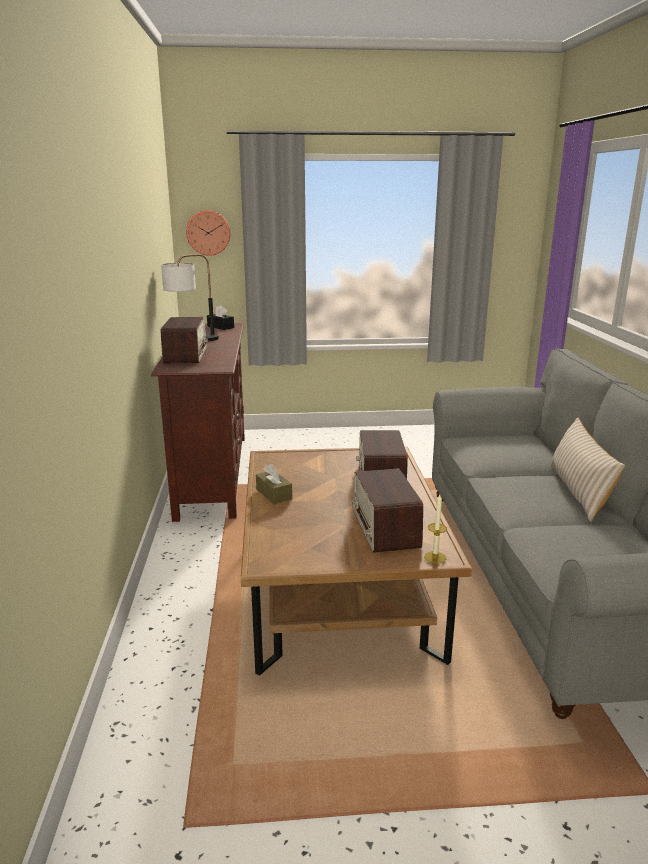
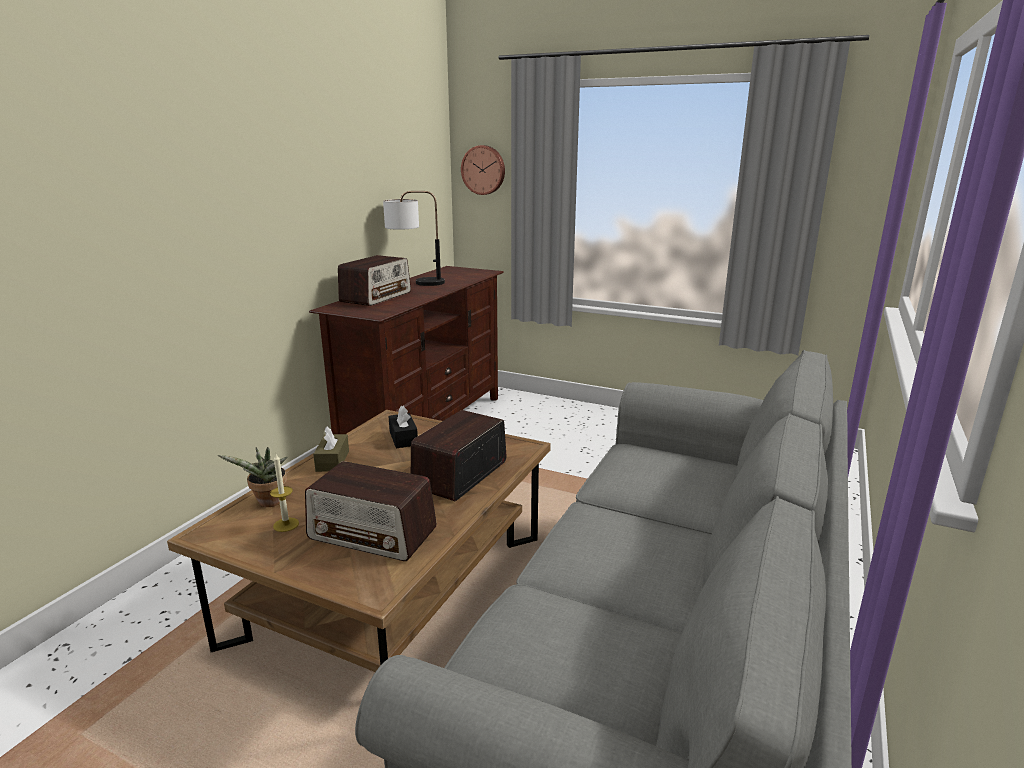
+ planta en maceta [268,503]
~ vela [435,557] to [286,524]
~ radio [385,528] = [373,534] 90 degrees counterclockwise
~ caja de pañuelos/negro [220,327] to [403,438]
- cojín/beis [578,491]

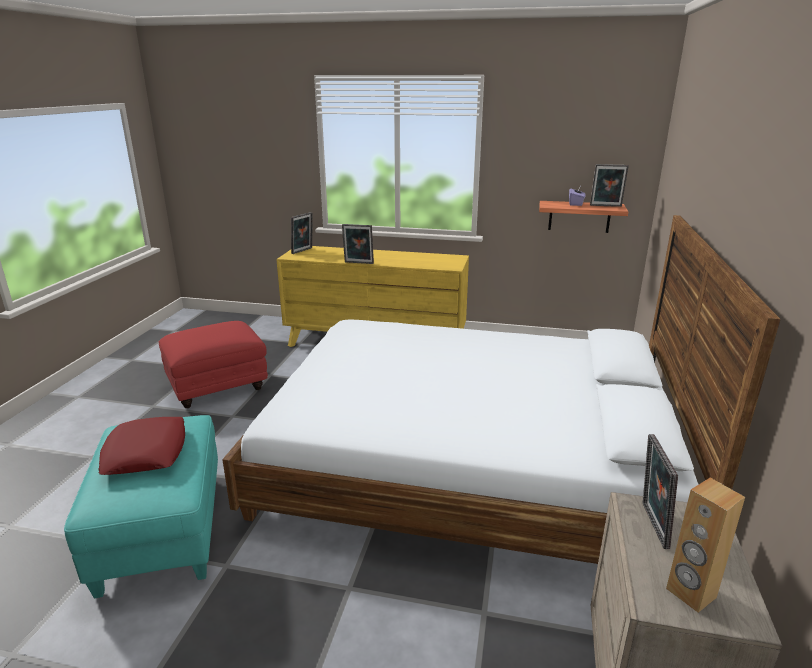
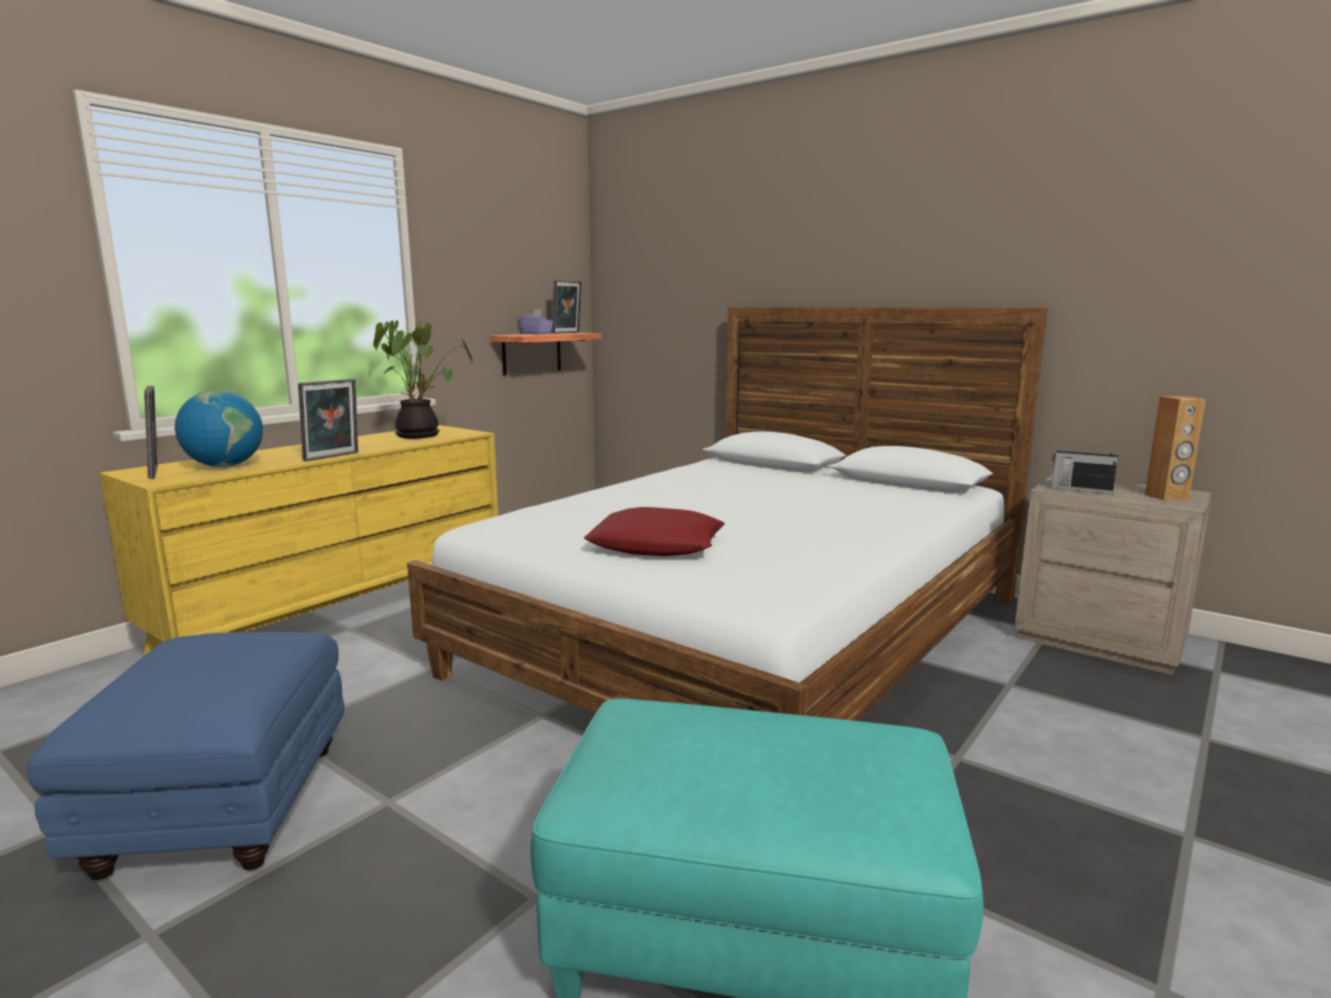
~ puf/rojo [218,387] to puf/azul [225,807]
+ globo terráqueo [224,466]
+ planta en maceta [422,435]
~ cojín/rojo [146,452] to [656,545]
~ portarretratos [651,525] to radio [1080,489]

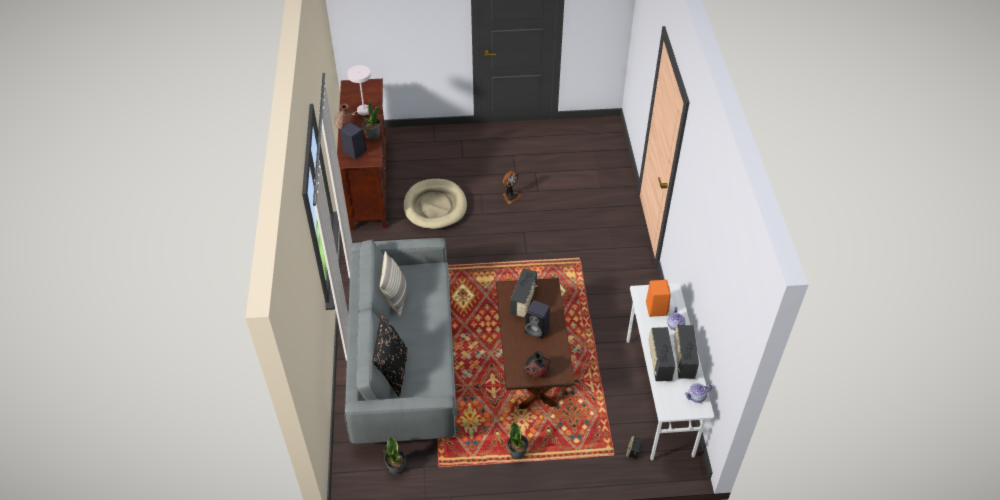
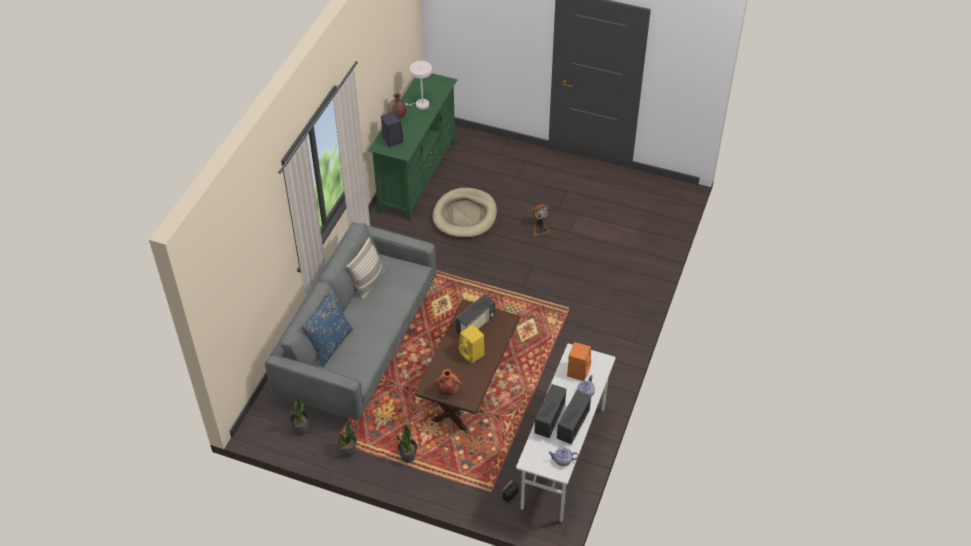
~ cojín/negro [392,370] to cojín/azul [330,344]
~ planta en maceta [373,135] to [348,451]
~ mueble de televisión/marrón [368,185] to mueble de televisión/verde [417,176]
~ florero/negro [536,372] to florero/naranja [448,390]
~ altavoz/negro [538,329] to altavoz/amarillo [472,354]

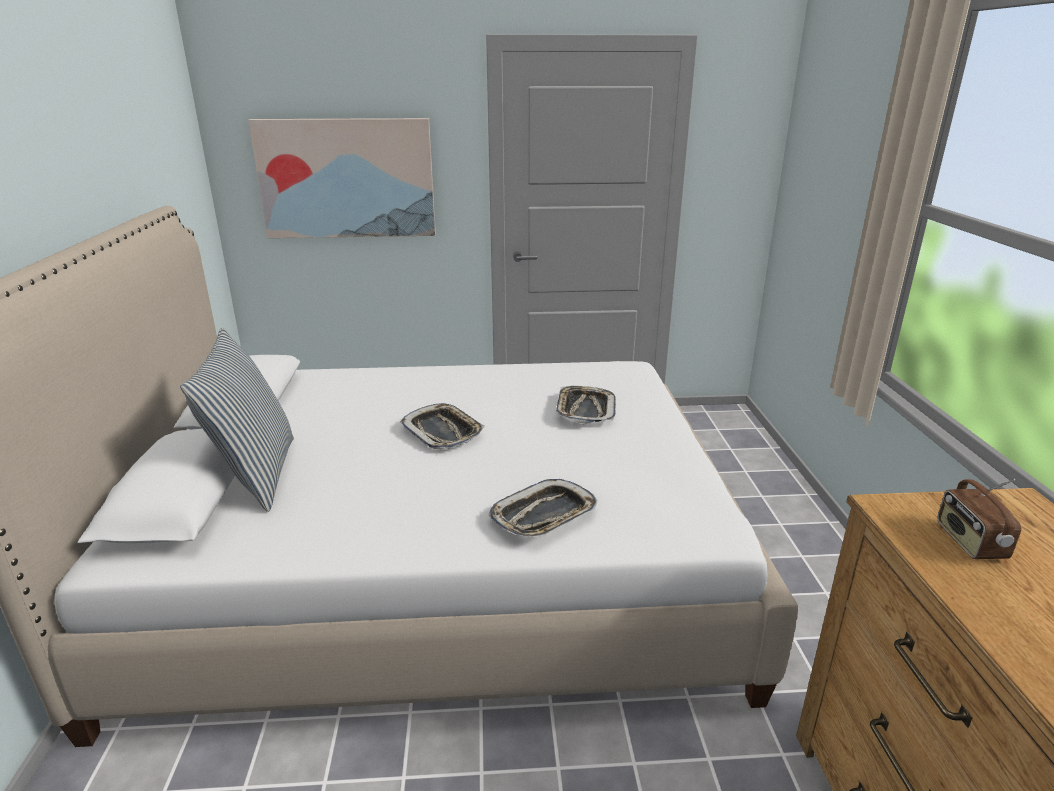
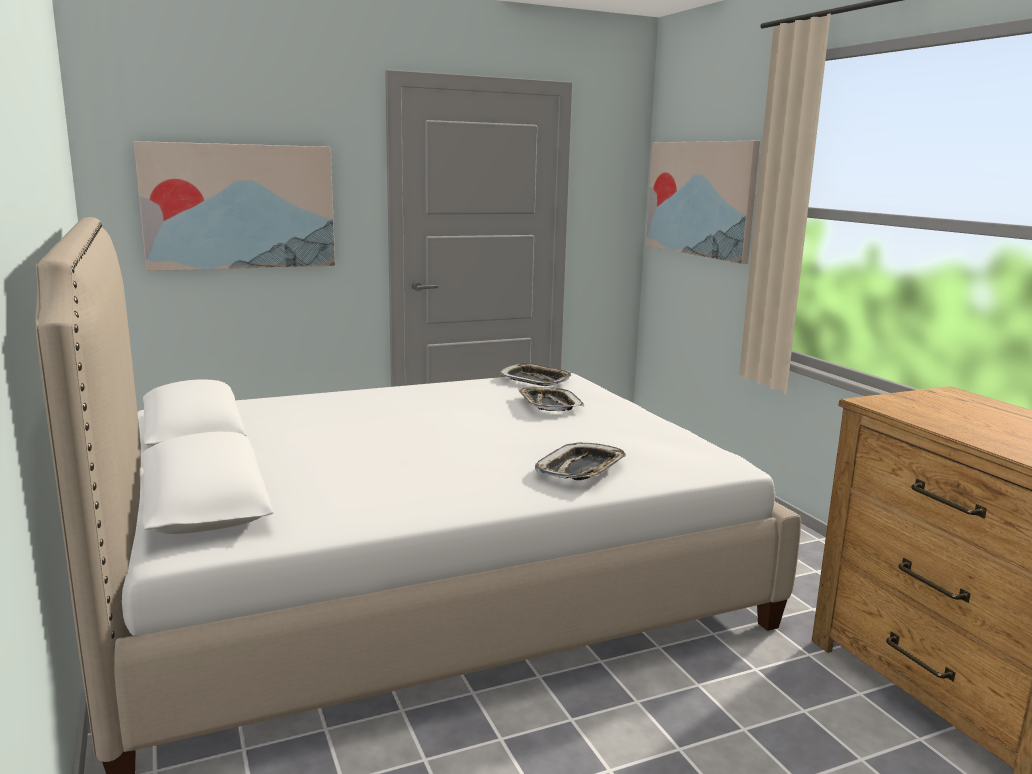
~ bandeja [443,432] to [535,380]
+ cuadro [700,198]
- cojín [256,474]
- radio [969,542]

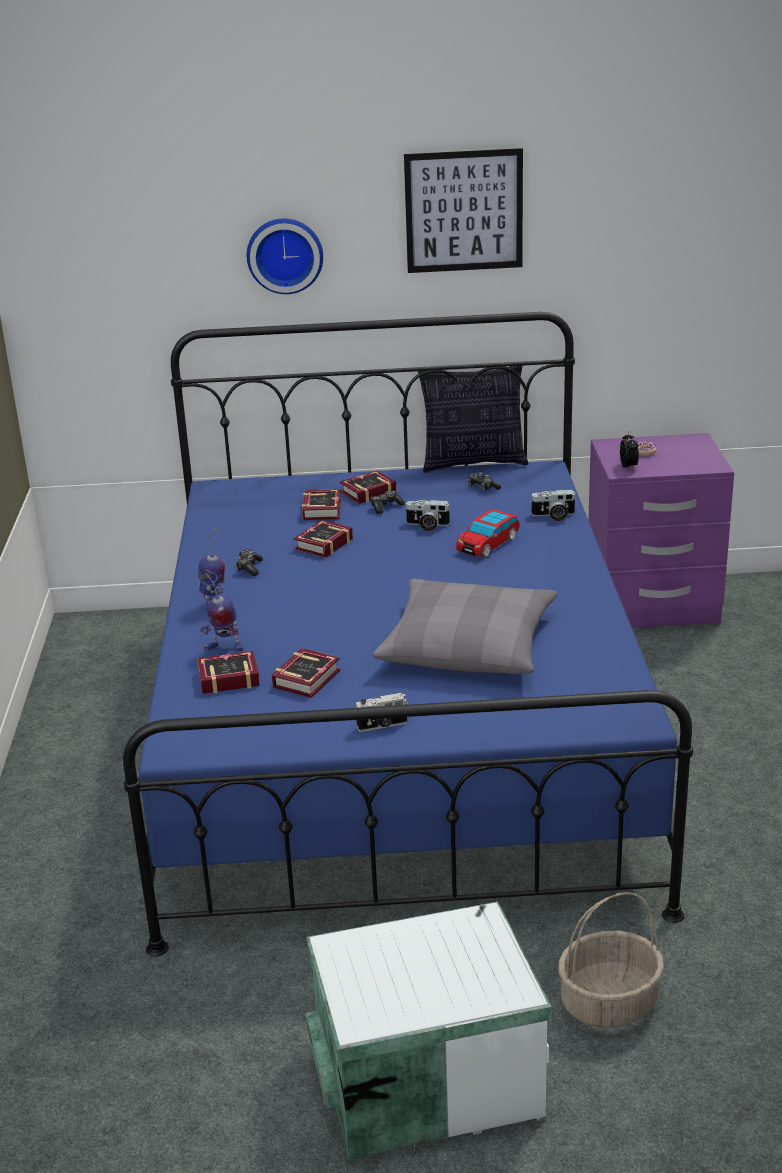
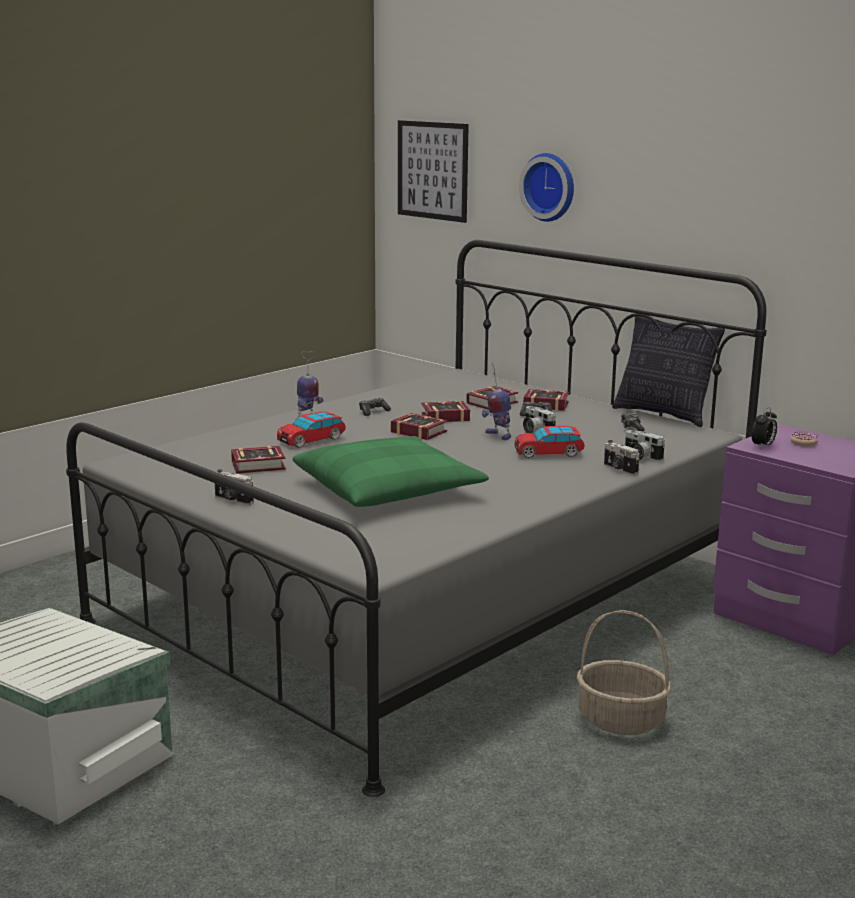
~ cama/azul [397,737] to cama/gris [425,599]
+ coche de juguete [311,440]
~ cojín/gris [468,644] to cojín/verde [388,490]
~ libro [226,678] to [417,431]
~ cuadro [464,211] to [432,170]
~ robot de juguete [224,648] to [497,435]
~ cesta [608,1004] to [619,720]
+ cámara [619,470]

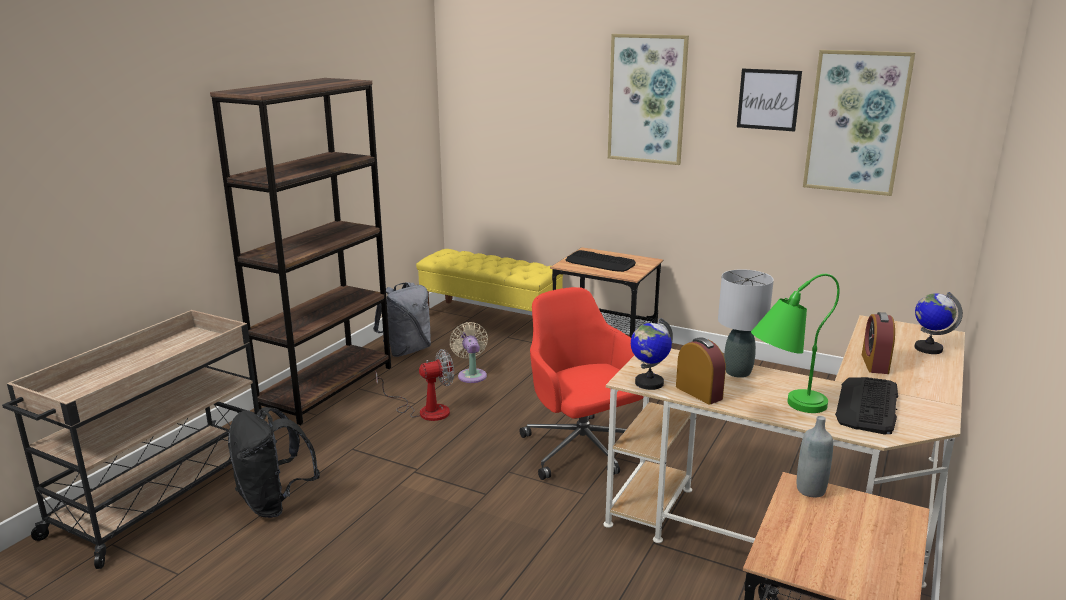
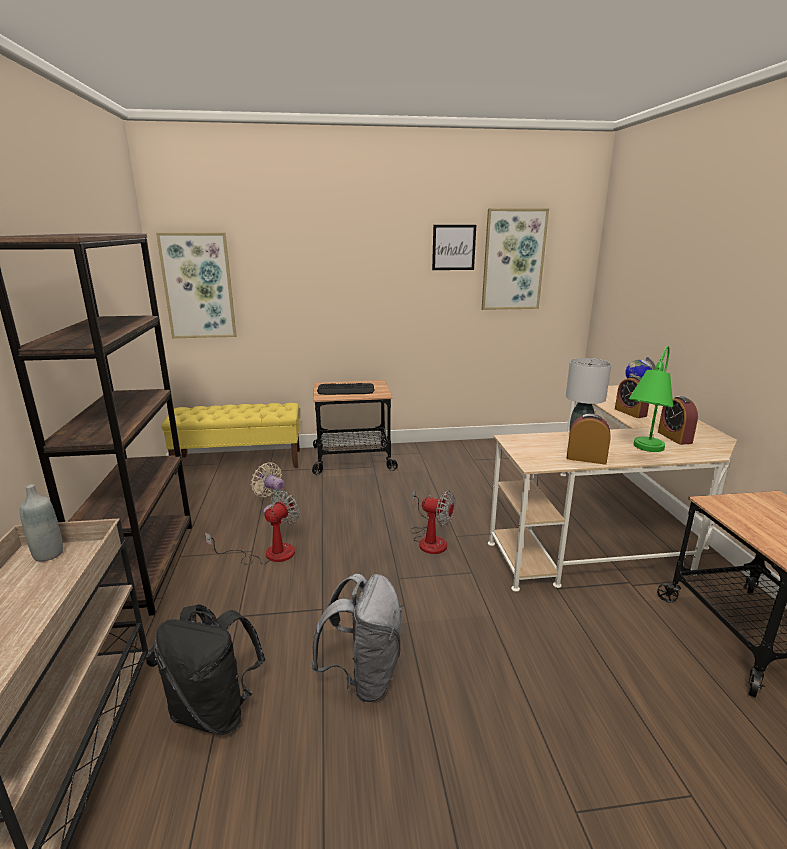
~ botella/gris [810,490] to [48,554]
~ cuadro [647,99] to [198,286]
~ mochila/gris [406,350] to [363,677]
~ silla de oficina/rojo [582,450] to ventilador [430,539]
~ teclado [867,405] to despertador [674,437]
- globo terráqueo [648,383]

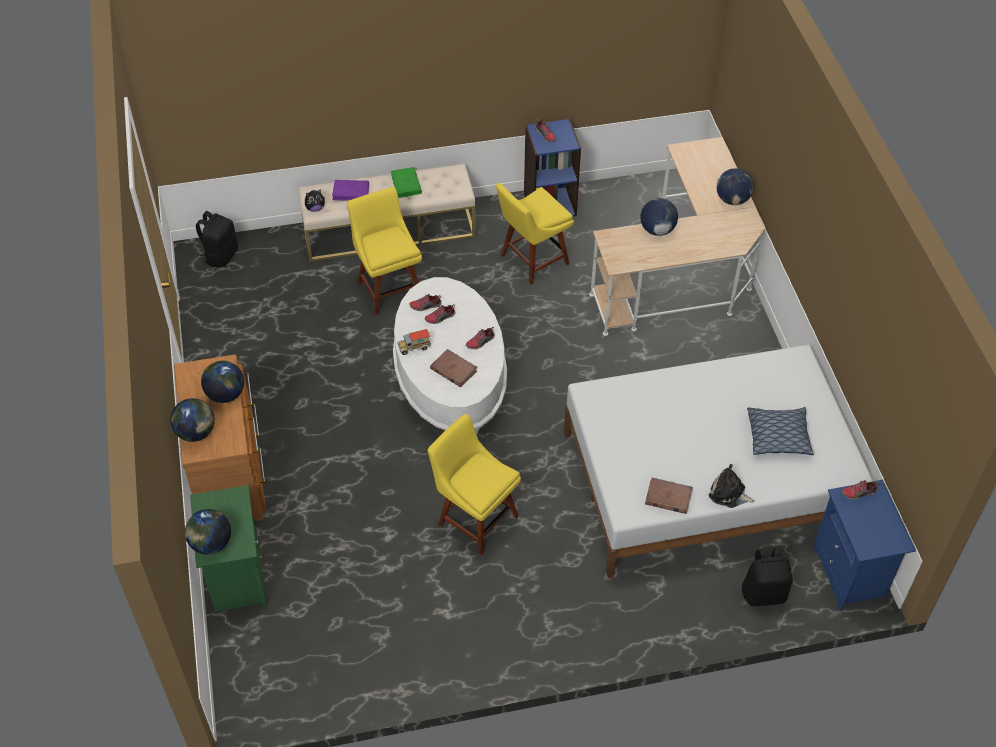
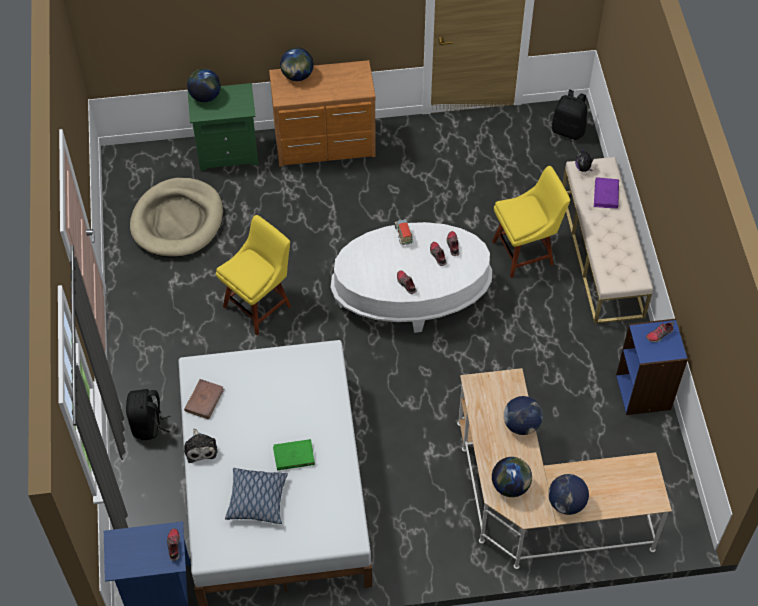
~ mochila/negro [763,593] to [148,425]
+ cama para perro/beis [177,221]
~ peluche [729,493] = [200,448] 135 degrees clockwise
~ libro/verde [406,184] to [293,456]
~ globo terráqueo [225,394] to [510,486]
- libro/marrón [453,370]
- silla/amarillo [532,261]

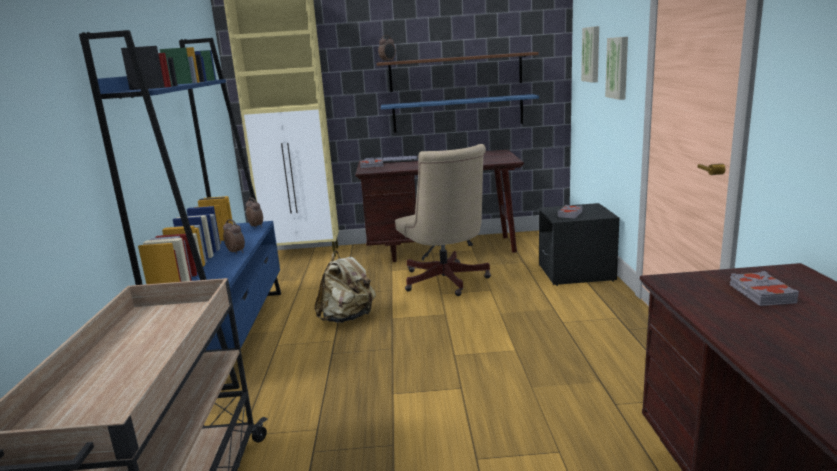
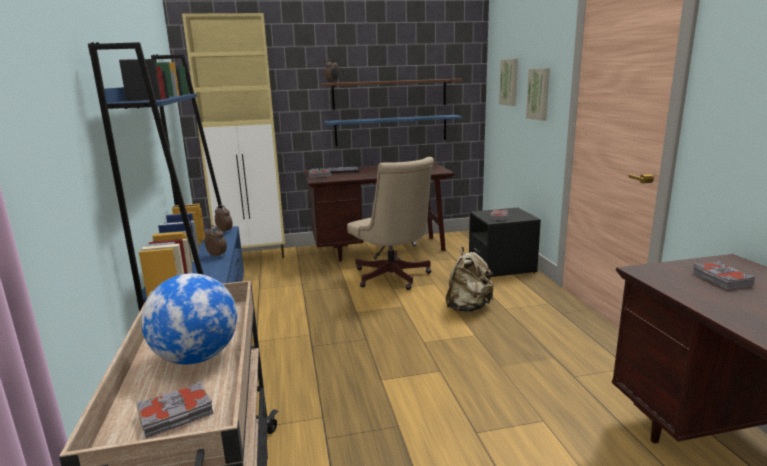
+ libro/gris [176,415]
+ globo terráqueo [197,357]
~ mochila/beis [347,318] to [468,307]

